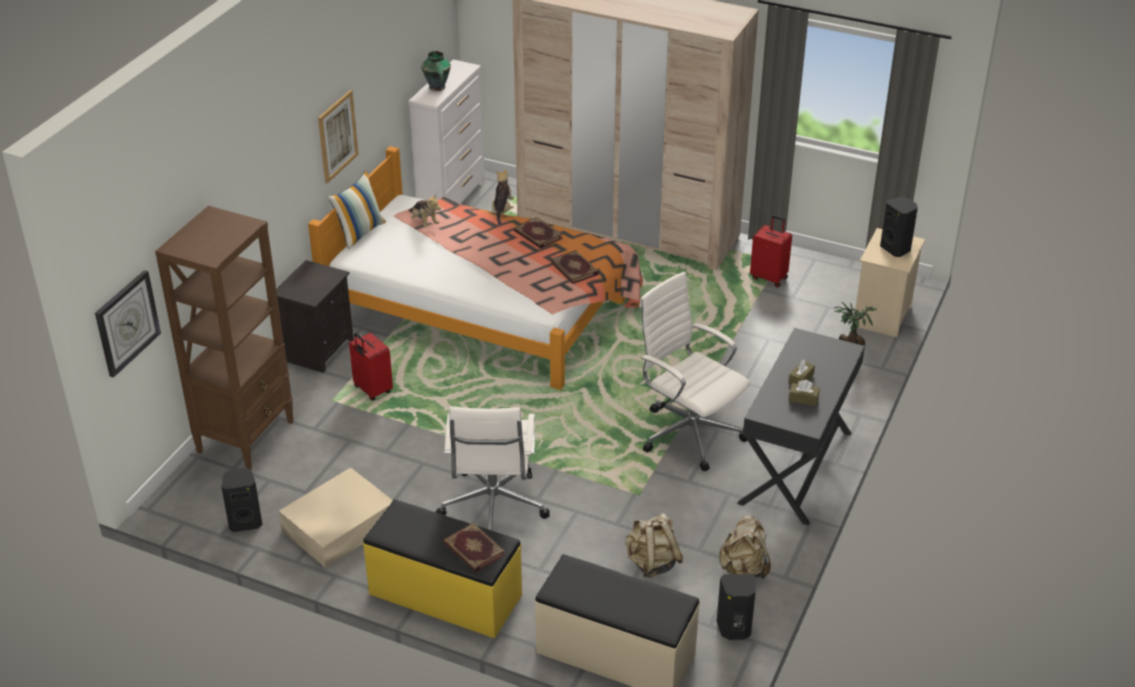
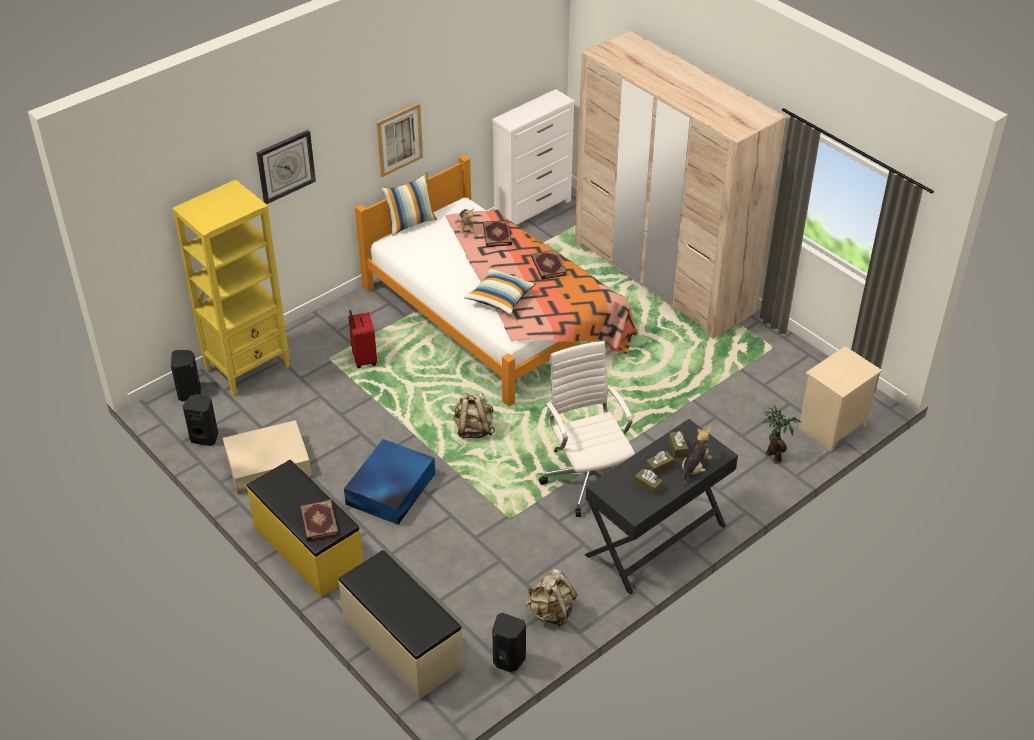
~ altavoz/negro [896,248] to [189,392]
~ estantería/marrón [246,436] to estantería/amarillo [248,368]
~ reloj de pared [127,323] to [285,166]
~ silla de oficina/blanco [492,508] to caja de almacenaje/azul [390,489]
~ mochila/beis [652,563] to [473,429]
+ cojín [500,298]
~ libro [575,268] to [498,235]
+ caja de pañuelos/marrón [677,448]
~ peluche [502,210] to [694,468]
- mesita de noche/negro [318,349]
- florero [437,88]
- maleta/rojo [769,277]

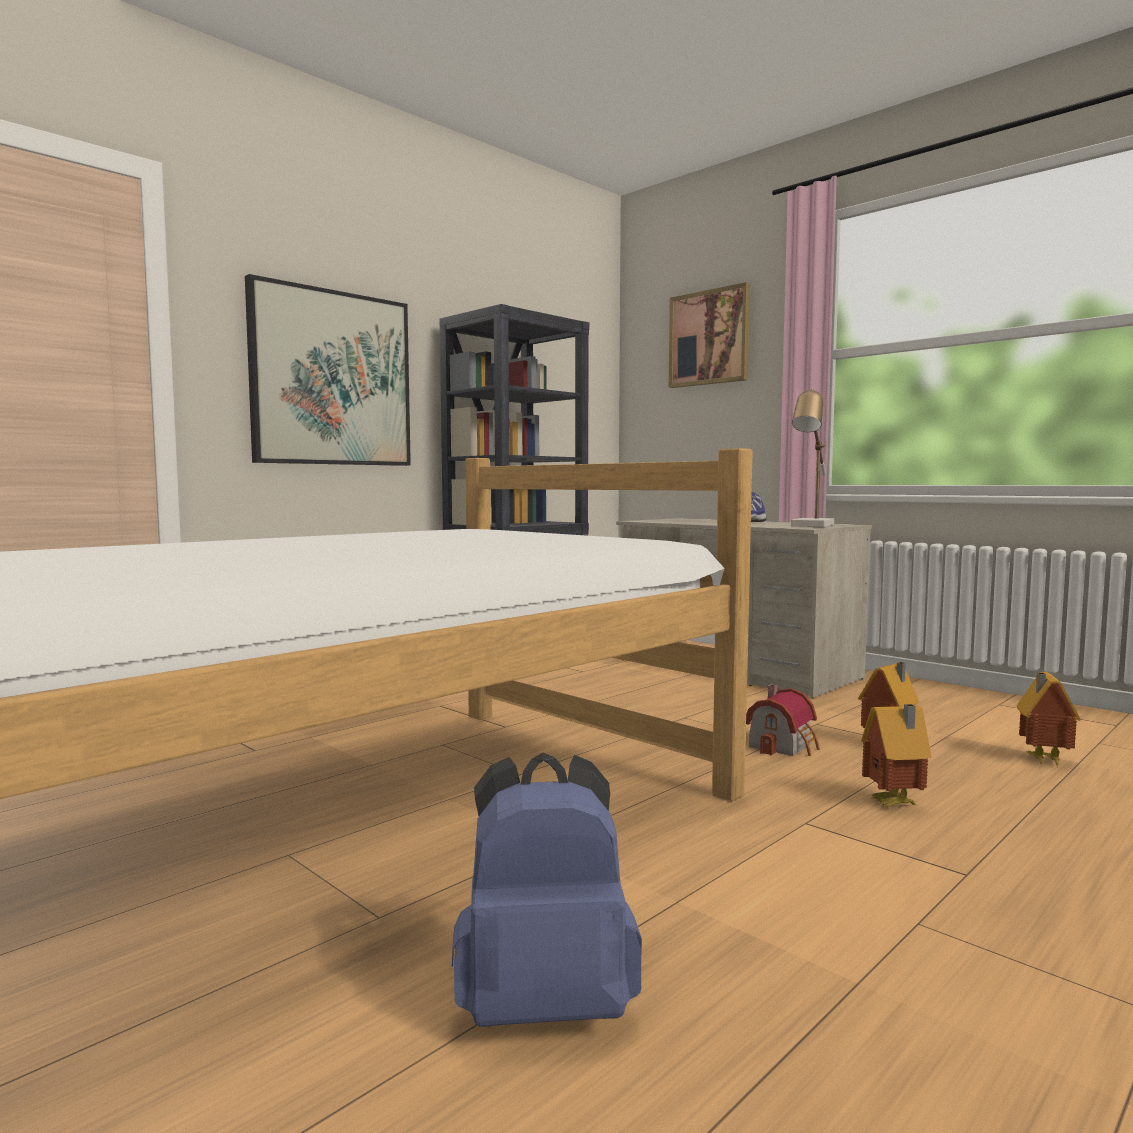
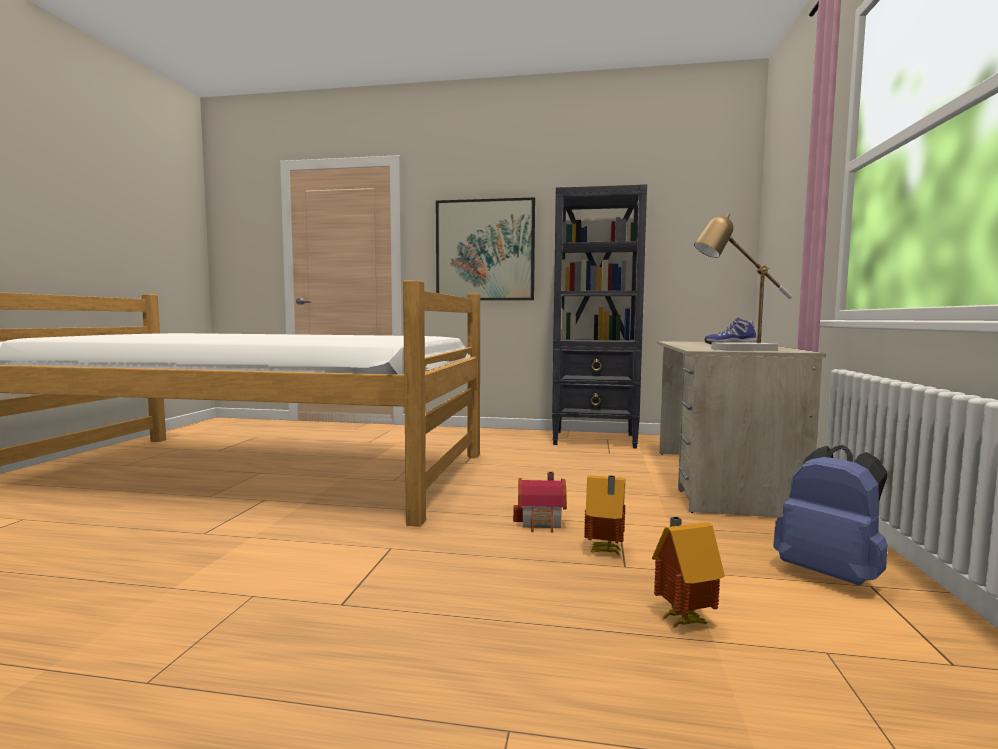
~ mochila/azul [545,1003] to [830,575]
- cuadro [709,338]
- casita [894,805]

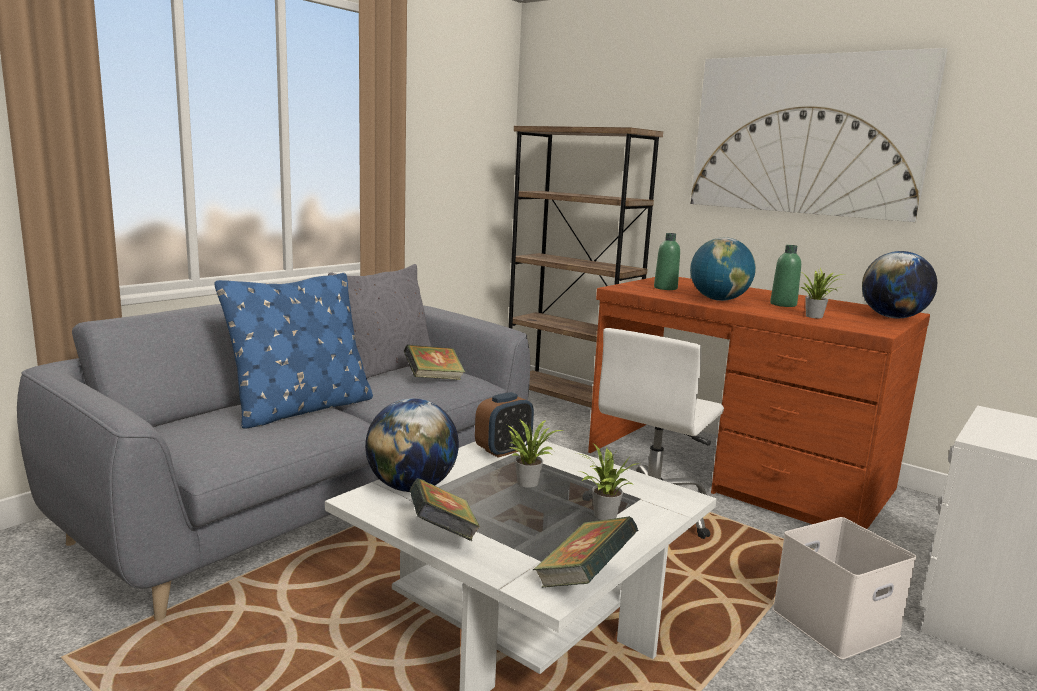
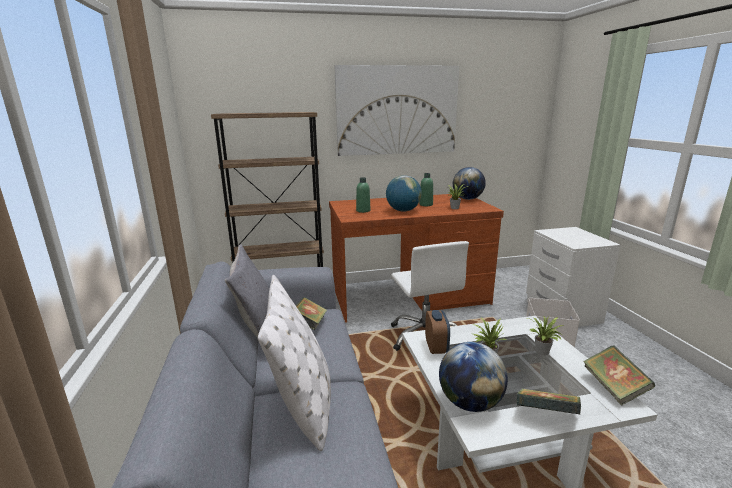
~ cojín/azul [302,409] to cojín/blanco [302,403]

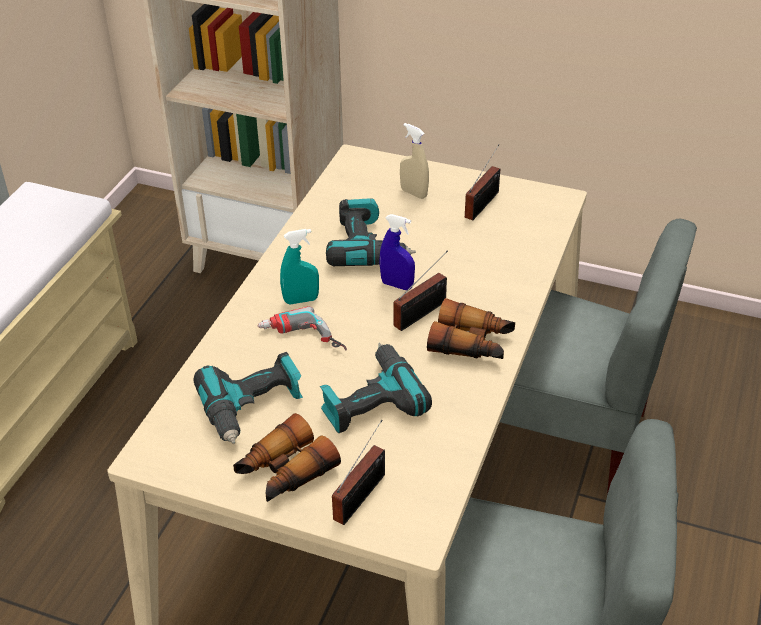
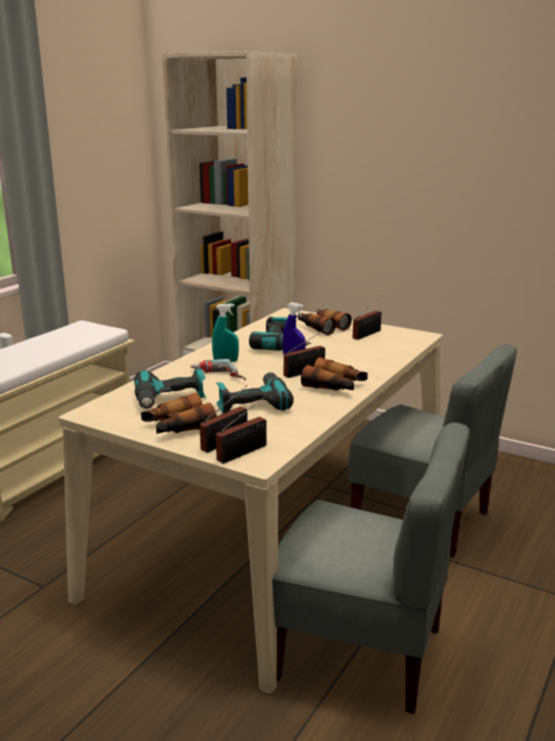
+ radio [245,452]
~ pulverizador/beis [413,193] to prismáticos [322,327]

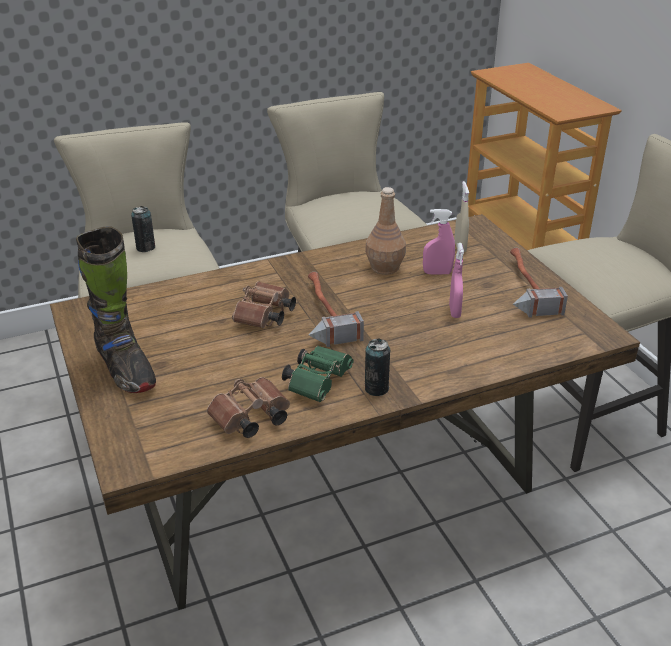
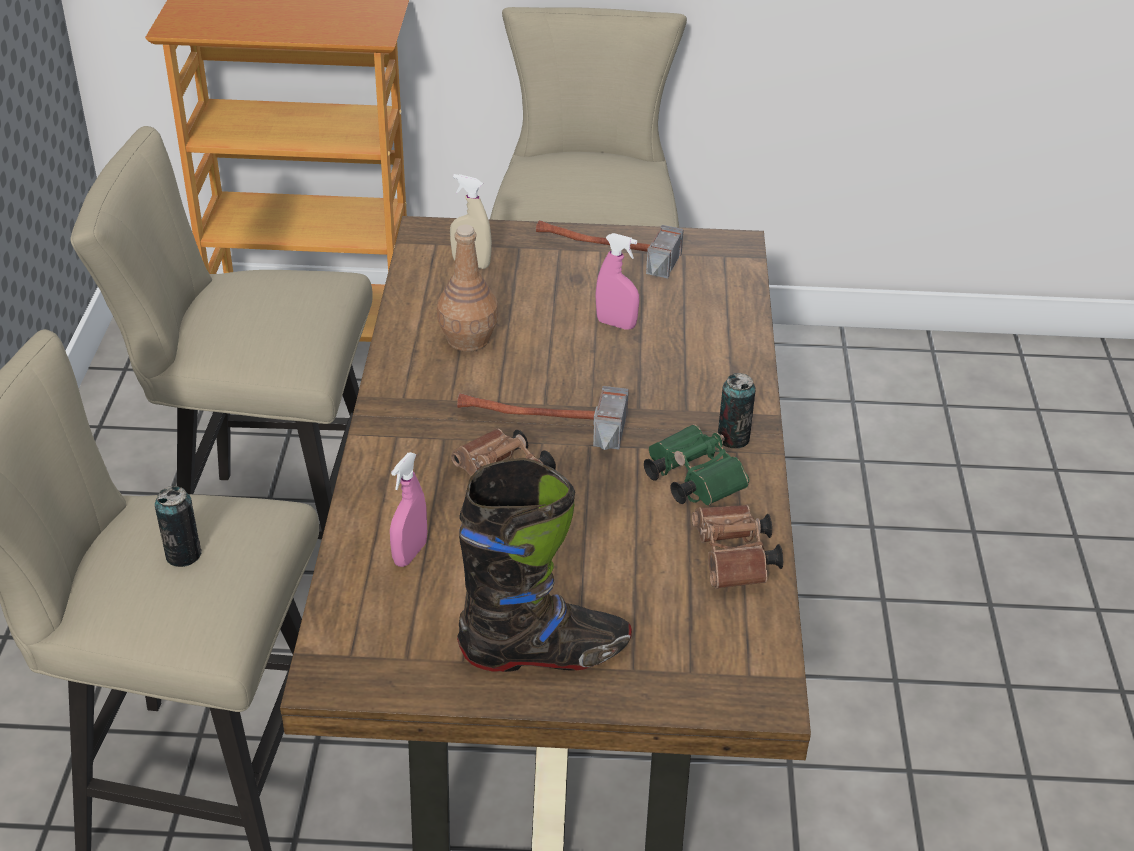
~ pulverizador/rosa [437,273] to [410,553]

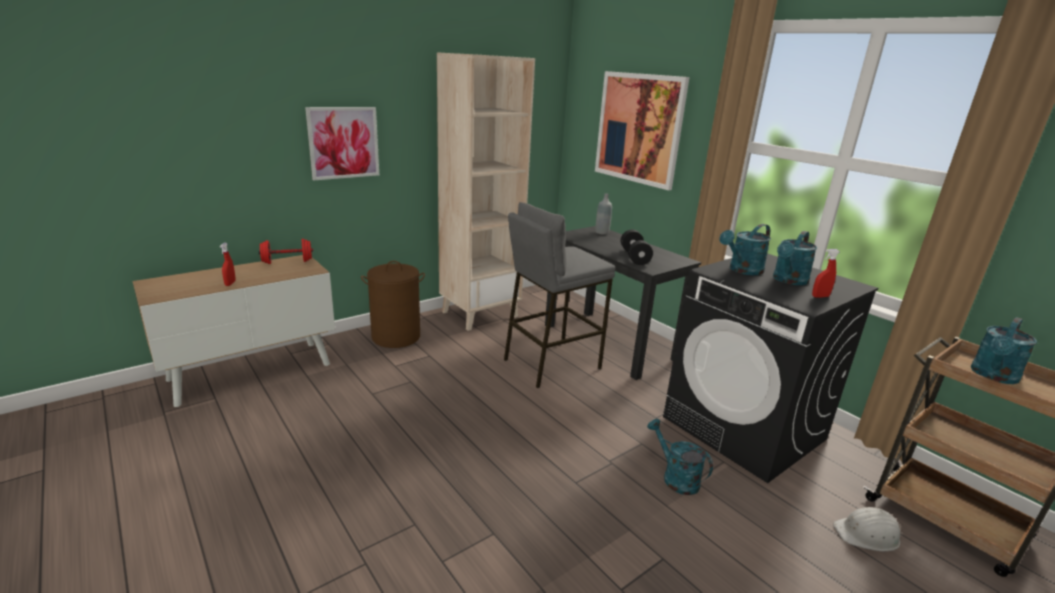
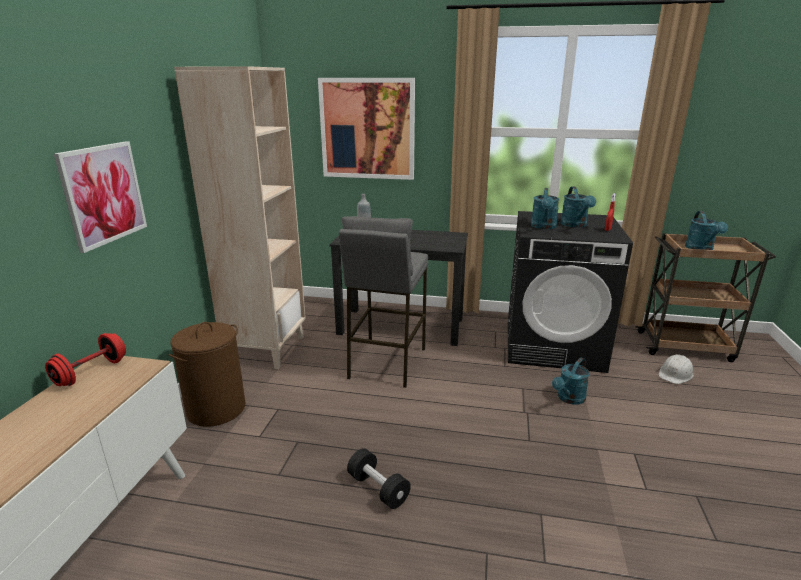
~ mancuerna/negro [634,257] to [378,488]
~ regadera/turquesa [675,477] = [569,399] 60 degrees counterclockwise
- pulverizador/rojo [230,283]

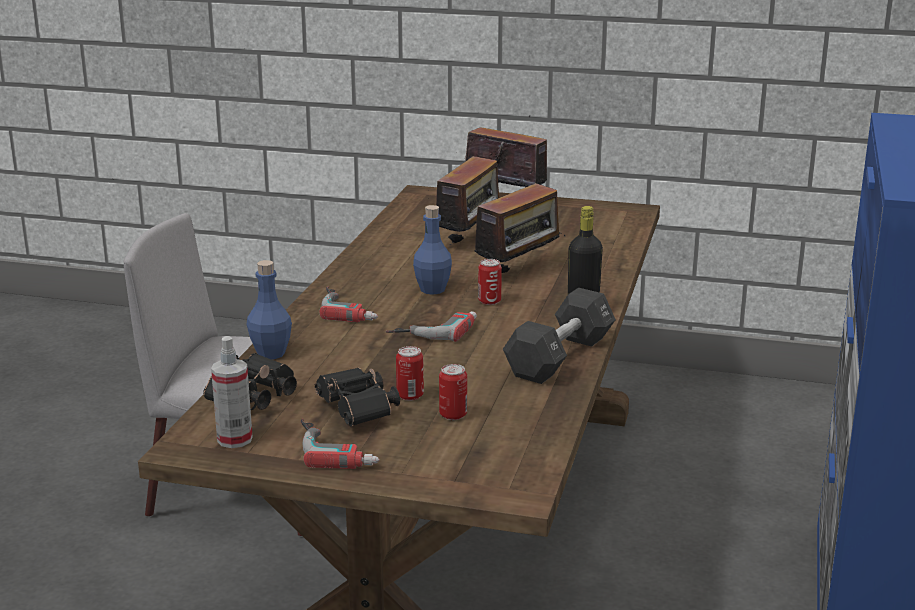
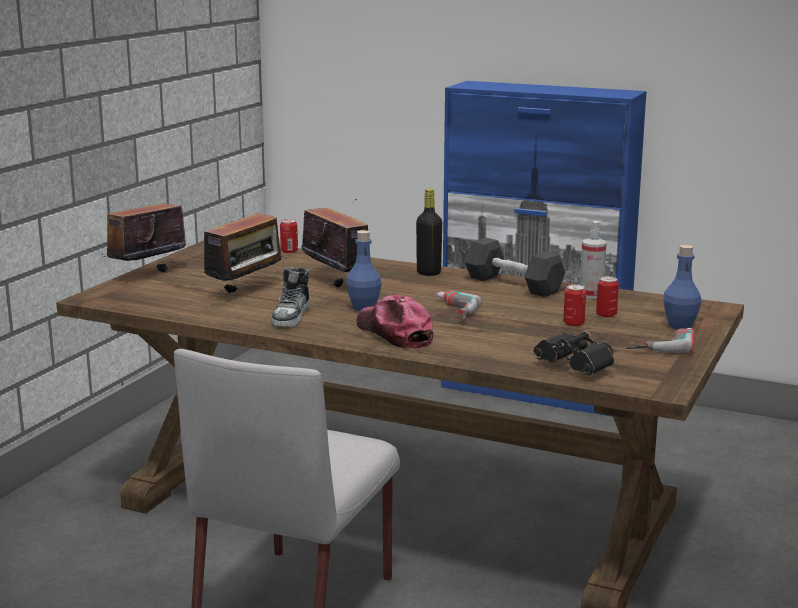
~ radio [469,239] = [246,290] 90 degrees clockwise
+ zapato [292,316]
~ lata [489,301] to [289,251]
~ taladro [351,309] to gorra [394,333]
~ pulverizador [234,439] to [591,295]
~ botella/azul [271,353] to [680,325]
- prismáticos/negro [358,412]

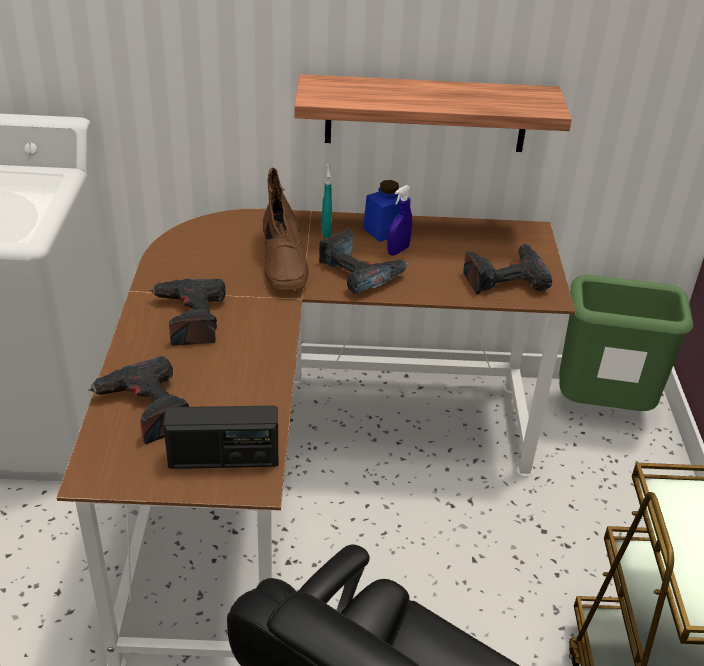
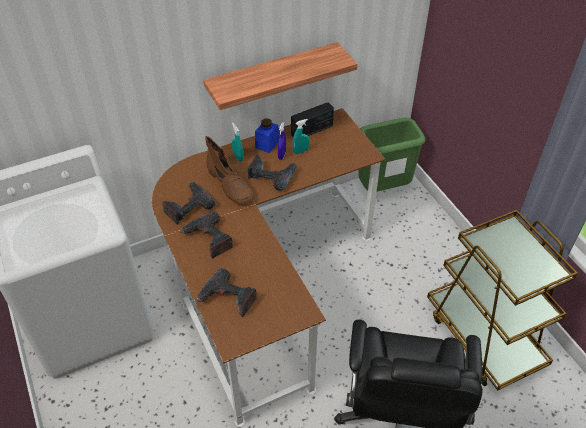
~ taladro [504,278] to [188,207]
~ radio [223,459] to [312,130]
+ pulverizador/turquesa [300,151]

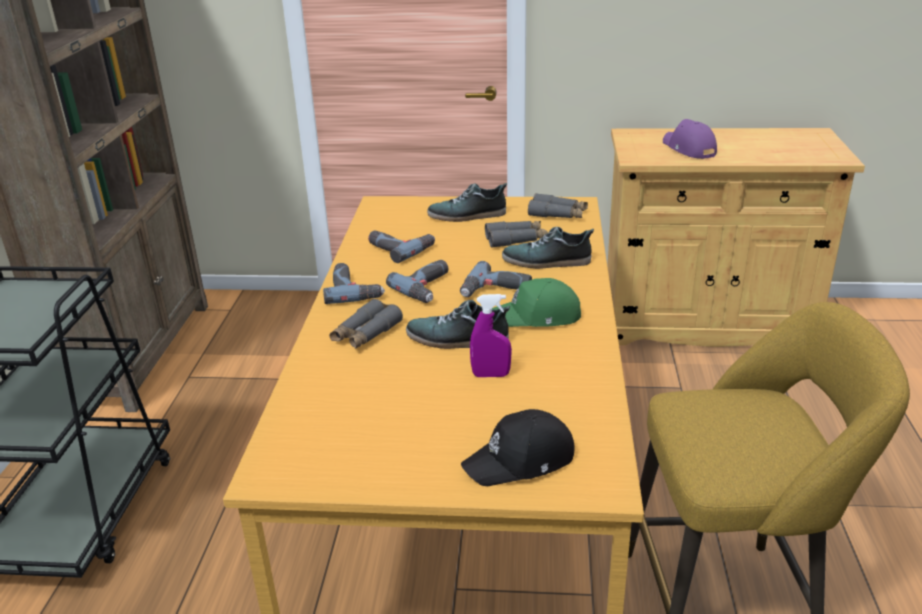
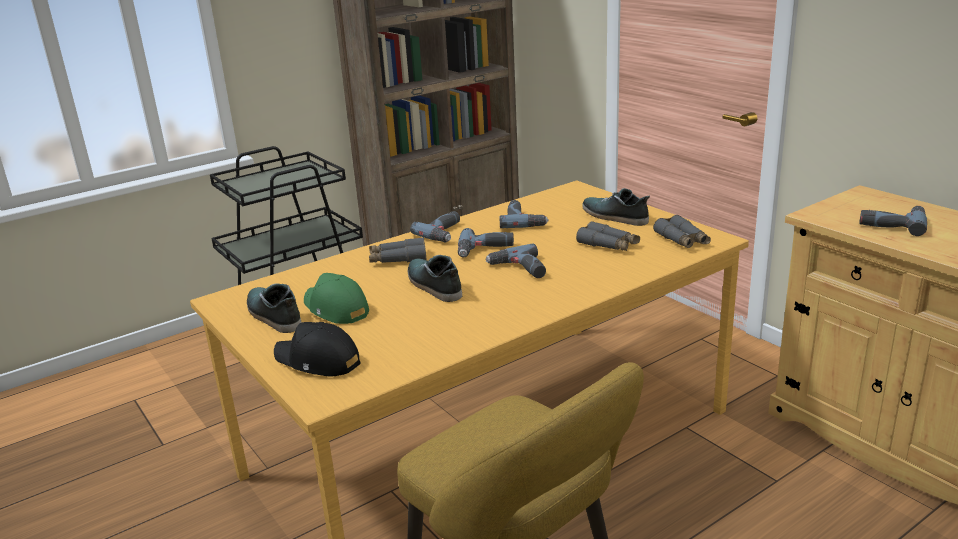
~ zapato [547,261] to [273,315]
~ gorra/verde [537,317] to [335,309]
~ gorra/morado [688,149] to taladro [892,224]
- pulverizador/morado [491,375]

